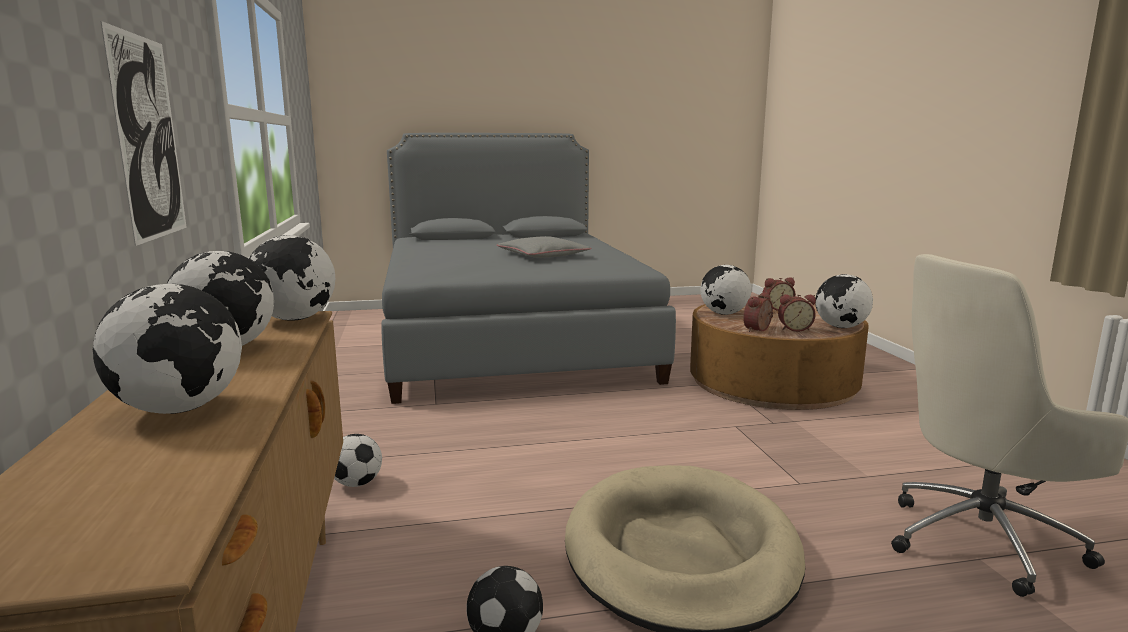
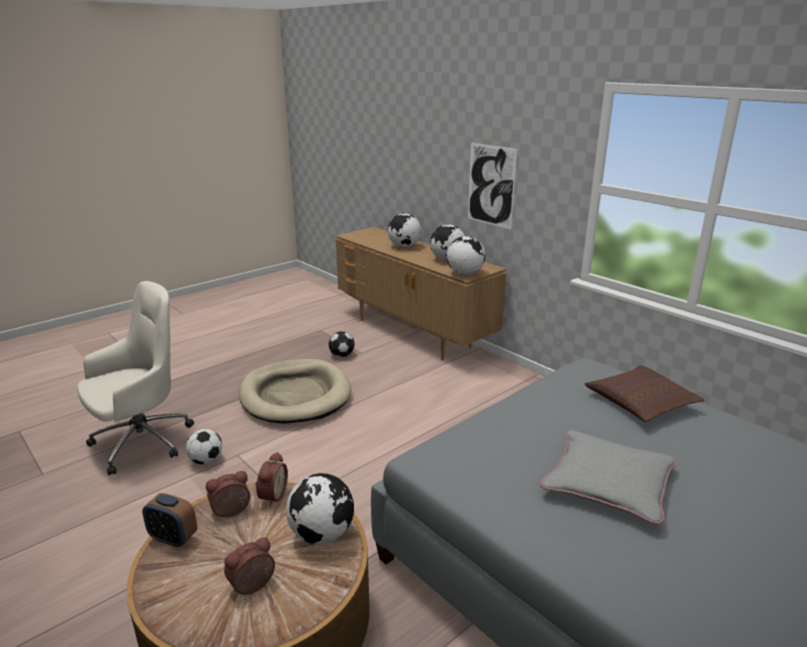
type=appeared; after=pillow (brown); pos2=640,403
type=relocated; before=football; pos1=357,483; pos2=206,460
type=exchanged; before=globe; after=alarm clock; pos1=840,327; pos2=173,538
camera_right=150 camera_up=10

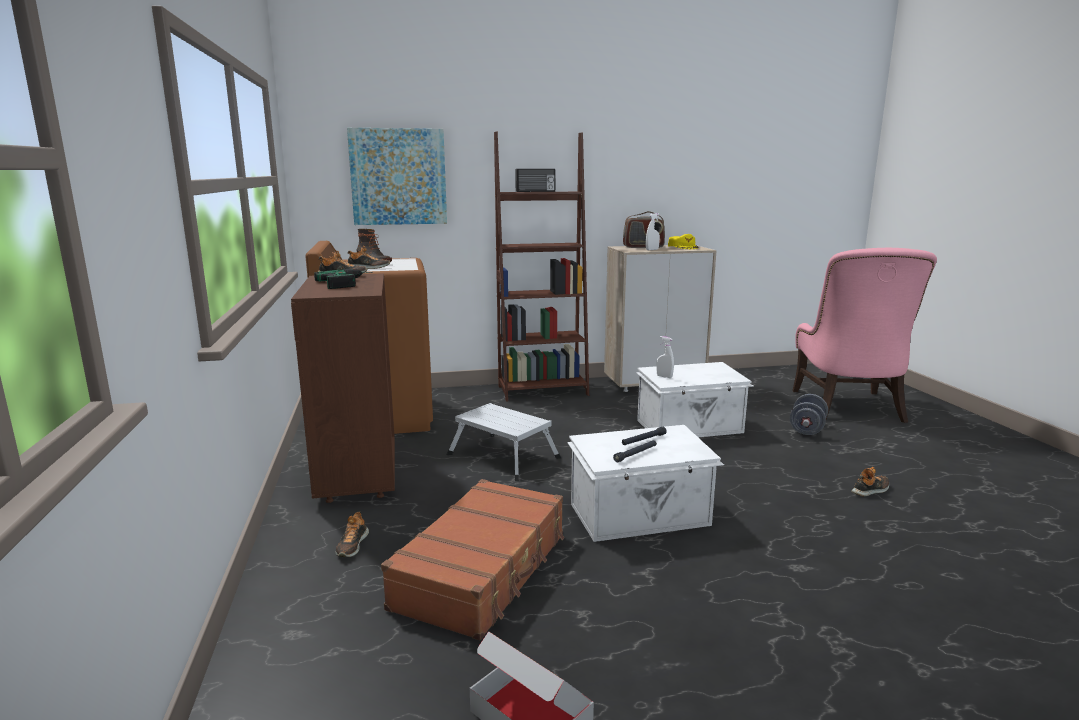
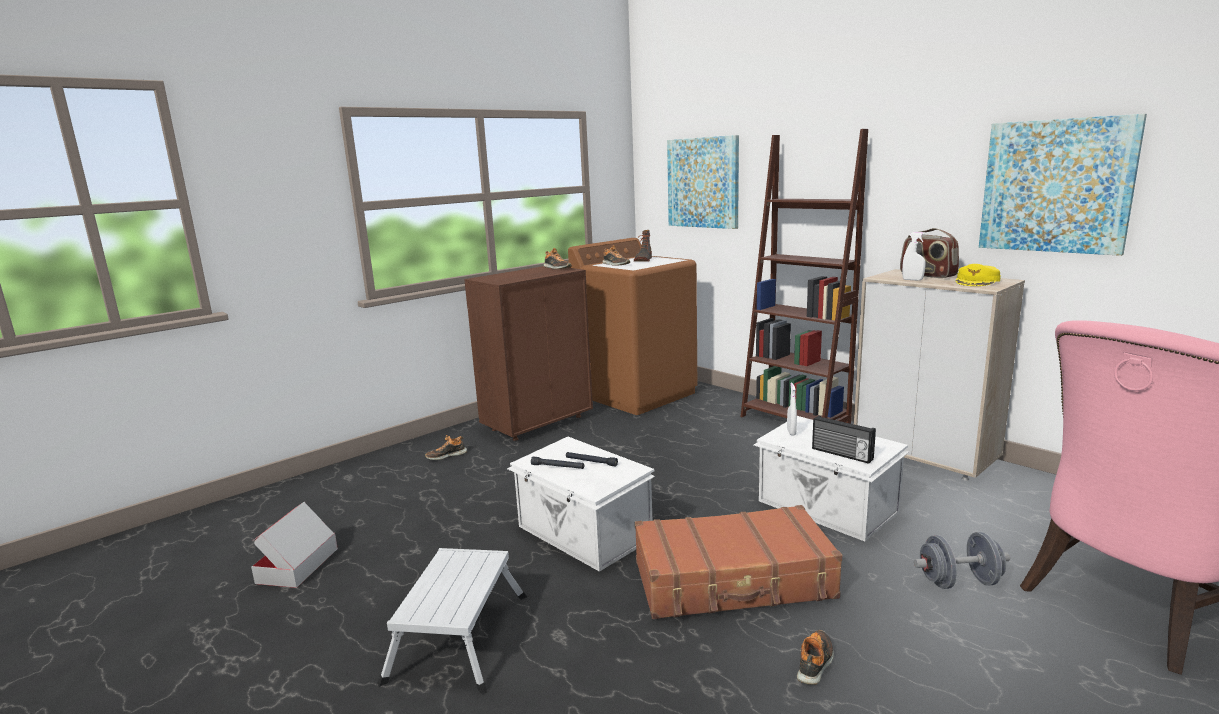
type=missing; before=power drill; pos1=350,282
type=appeared; after=picture; pos2=1056,186
type=relocated; before=suitcase (brown); pos1=483,570; pos2=733,580
type=relocated; before=step ladder (white); pos1=503,456; pos2=459,636
type=relocated; before=radio; pos1=535,191; pos2=841,454
type=spun; before=shoe; pos1=871,490; pos2=815,662; turn=-90
camera_right=60 camera_up=0

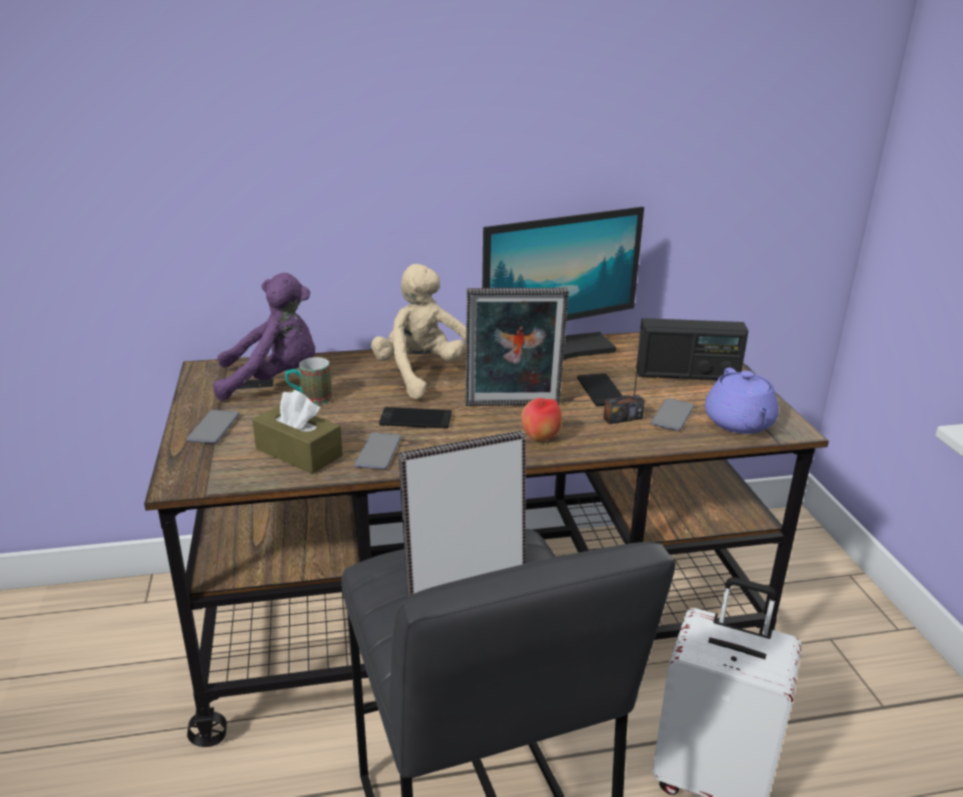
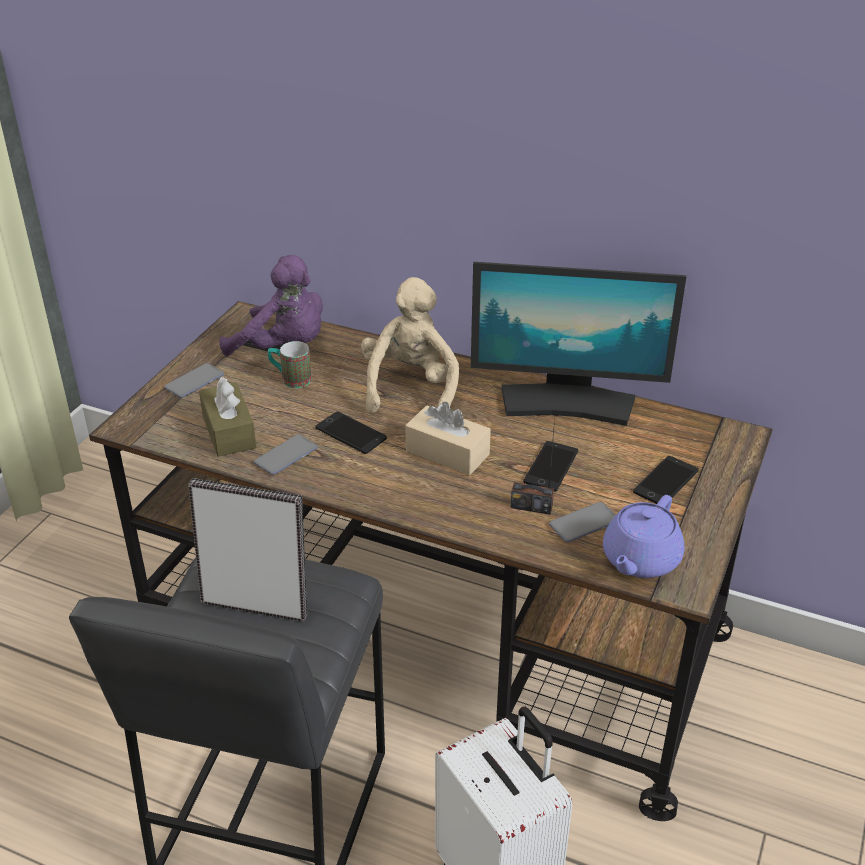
type=missing; before=apple; pos1=540,438
type=exchanged; before=picture frame; after=tissue box (beige); pos1=512,406; pos2=447,452
type=exchanged; before=radio; after=phone; pos1=687,374; pos2=666,481
camera_right=35 camera_up=10

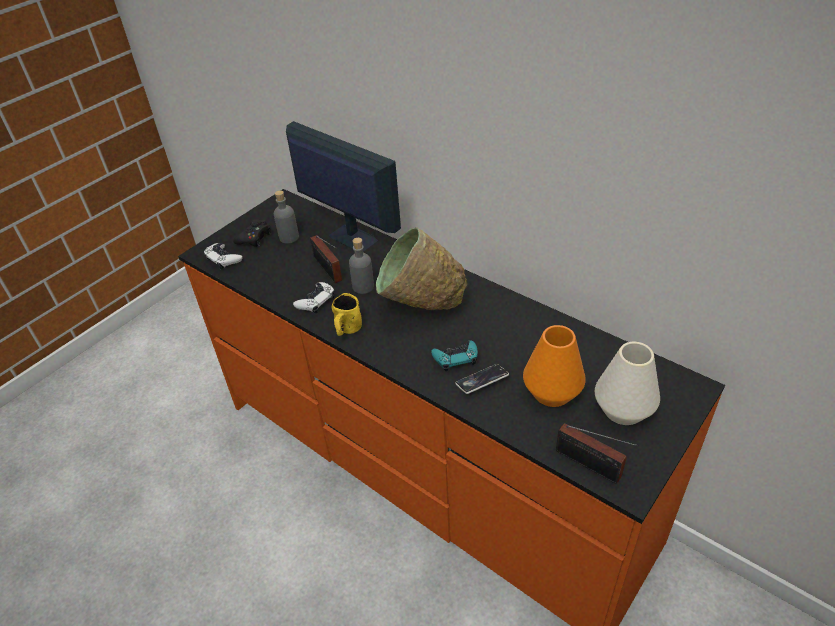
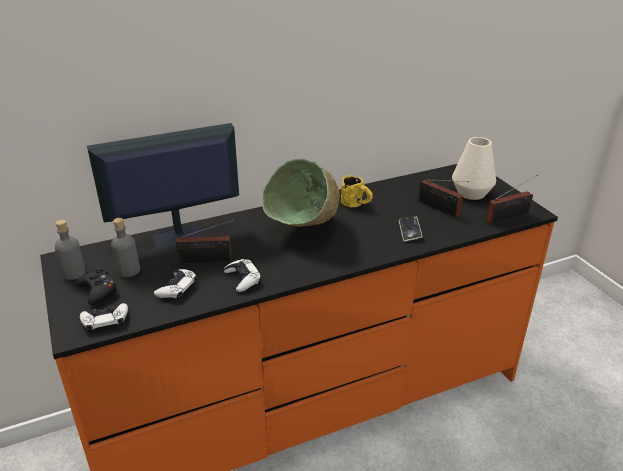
type=missing; before=game controller (turquoise); pos1=456,358
type=appeared; after=game controller (white); pos2=177,288
type=relocated; before=mug (yellow); pos1=347,331; pos2=357,205
type=relocated; before=bottle (grey); pos1=363,286; pos2=74,273
type=exchanged; before=vase (orange); after=radio; pos1=552,392; pos2=440,210
camera_right=-65 camera_up=-10

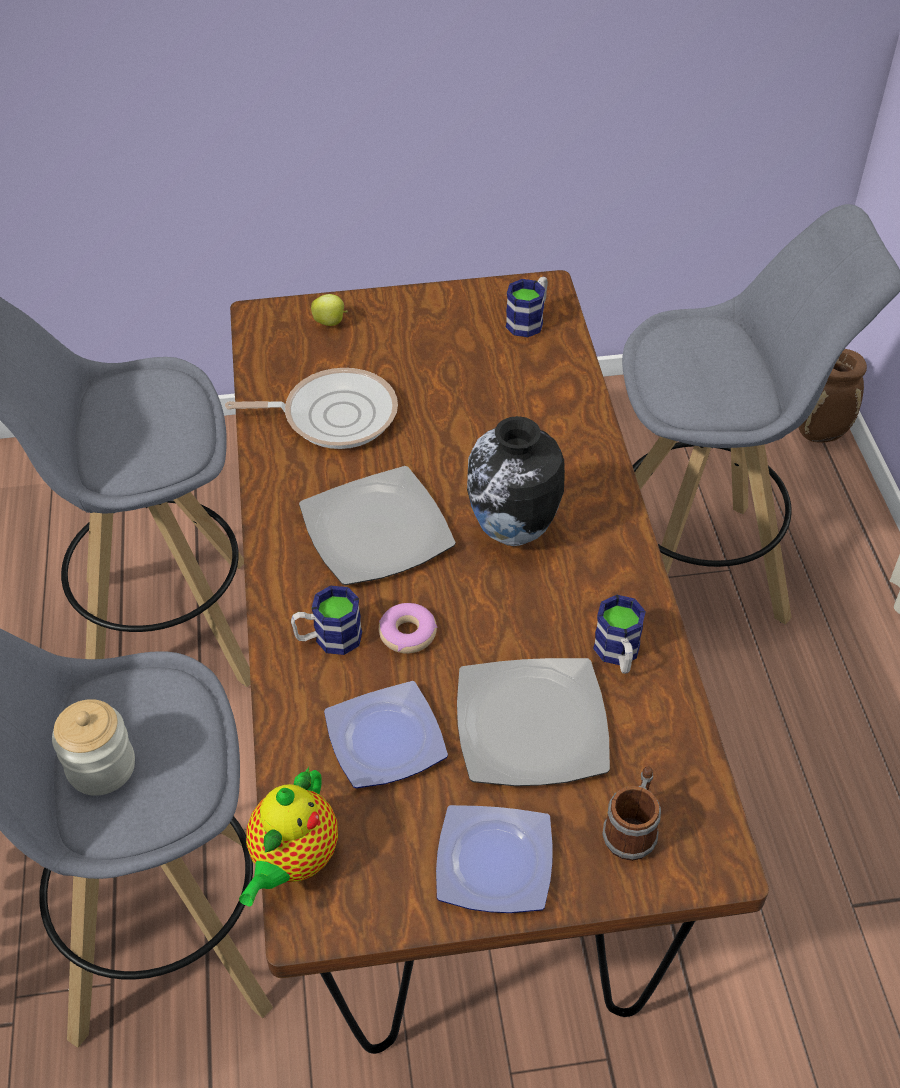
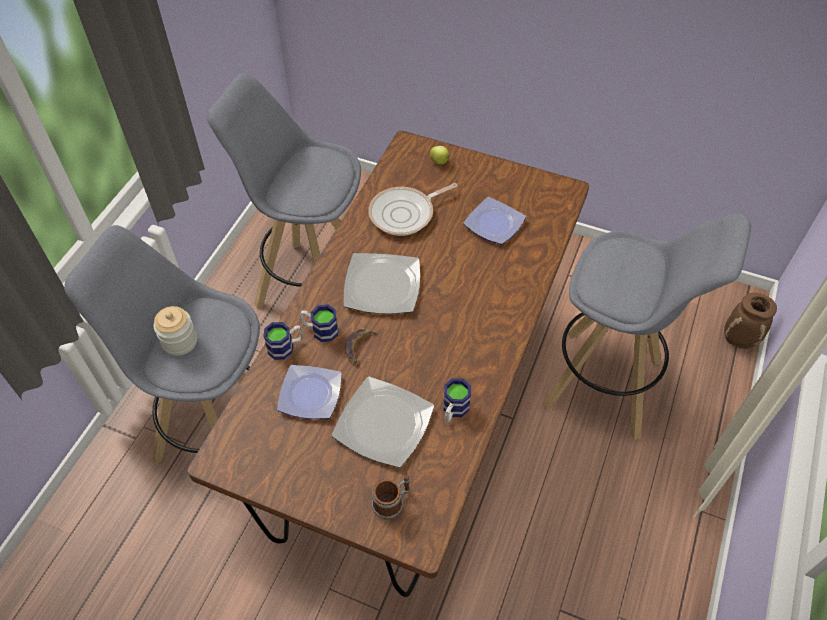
type=missing; before=teapot; pos1=293,861
type=missing; before=vase; pos1=512,533
type=relocated; before=plate; pos1=492,860; pos2=494,223
type=relocated; before=mug; pos1=529,320; pos2=286,347
type=exchanged; before=donut; after=banana; pos1=408,633; pos2=359,346
type=spun; before=frying pan; pos1=333,415; pos2=405,214; turn=120
camera_right=30 camera_up=5

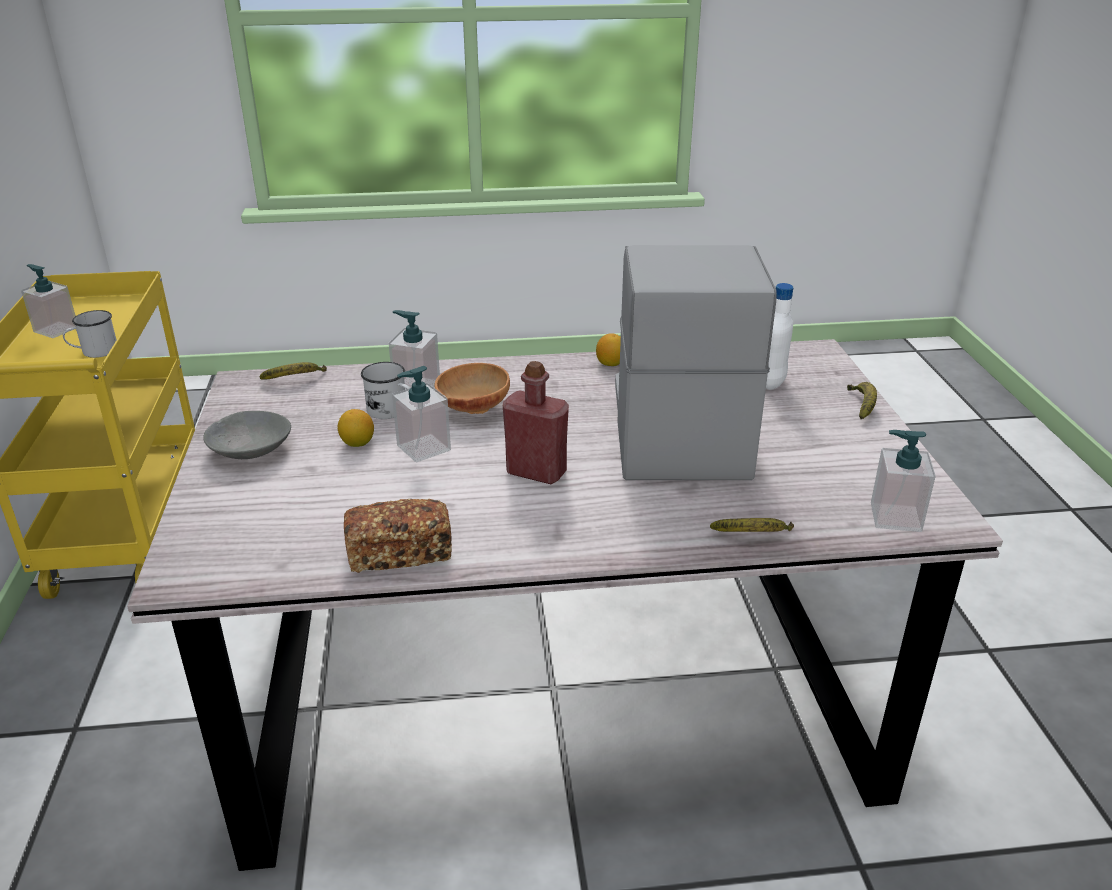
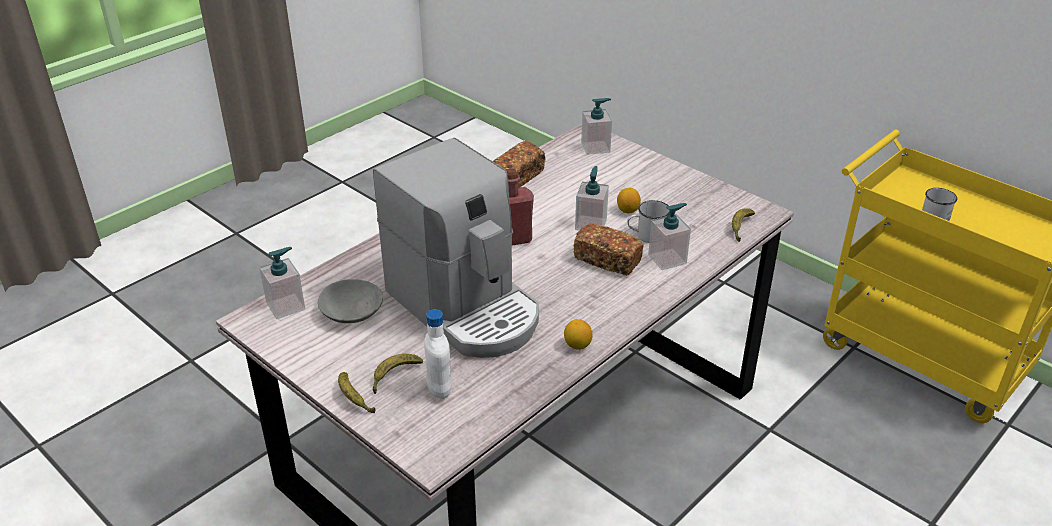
type=relocated; before=soap dispenser; pos1=56,329; pos2=595,147
type=relocated; before=bowl (grey); pos1=250,448; pos2=352,312
type=relocated; before=banana; pos1=753,536; pos2=394,376
type=exchanged; before=bowl (brown); after=bread; pos1=472,408; pos2=607,260
camera_right=140 camera_up=5

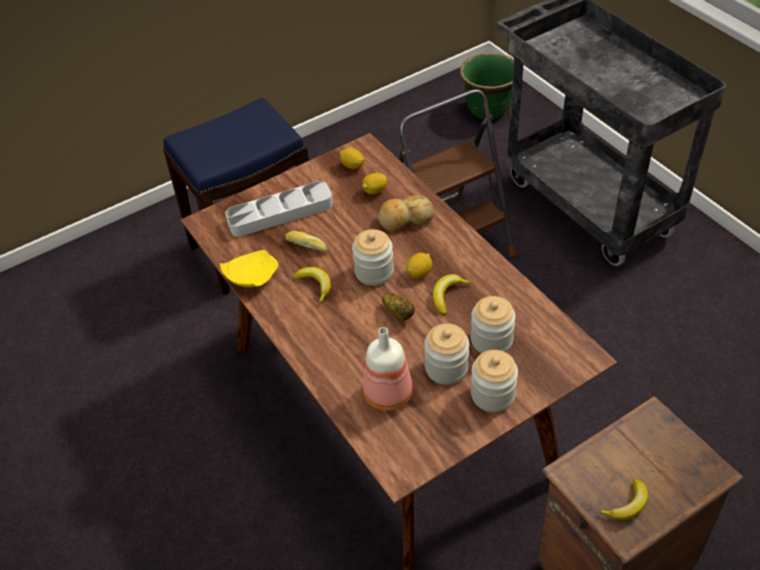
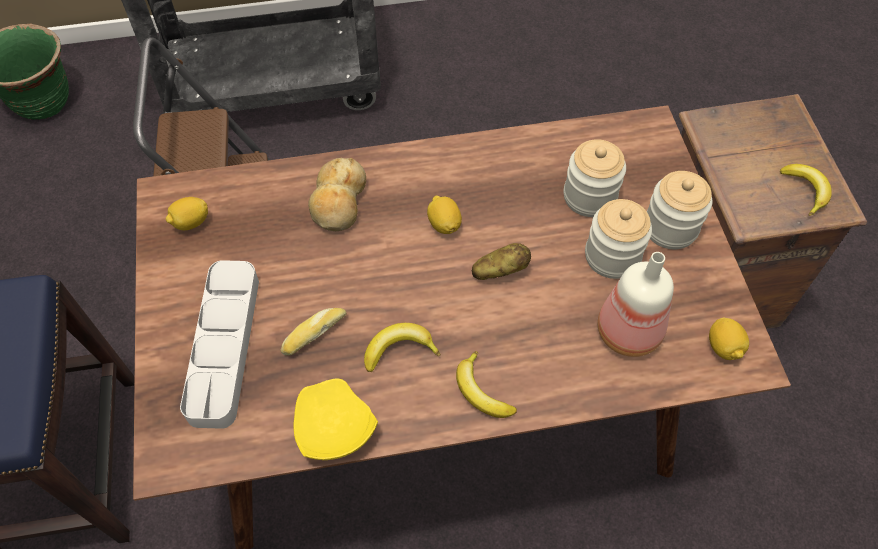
type=missing; before=jar; pos1=374,272
type=relocated; before=lemon; pos1=374,191; pos2=723,347
type=relocated; before=banana; pos1=447,295; pos2=481,391
camera_right=-70 camera_up=10

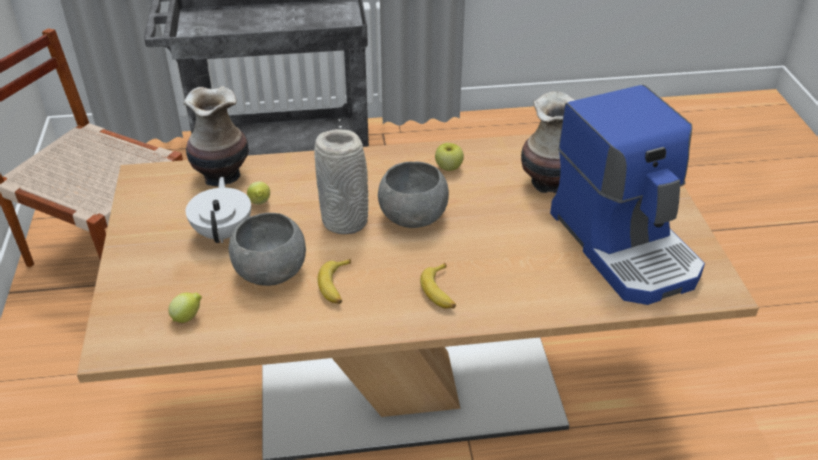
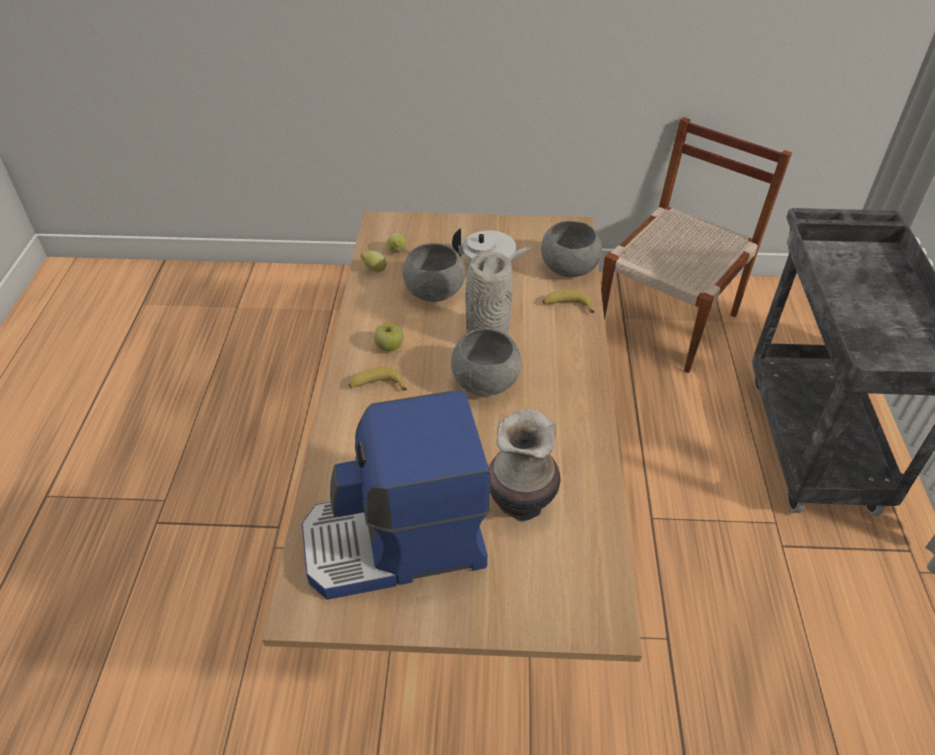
type=relocated; before=lemon; pos1=260,203; pos2=374,270
type=relocated; before=banana; pos1=336,286; pos2=567,306
type=relocated; before=apple; pos1=448,167; pos2=389,347
type=exchanged; before=vase; after=bowl (grey); pos1=221,175; pos2=569,267
camera_right=100 camera_up=5

